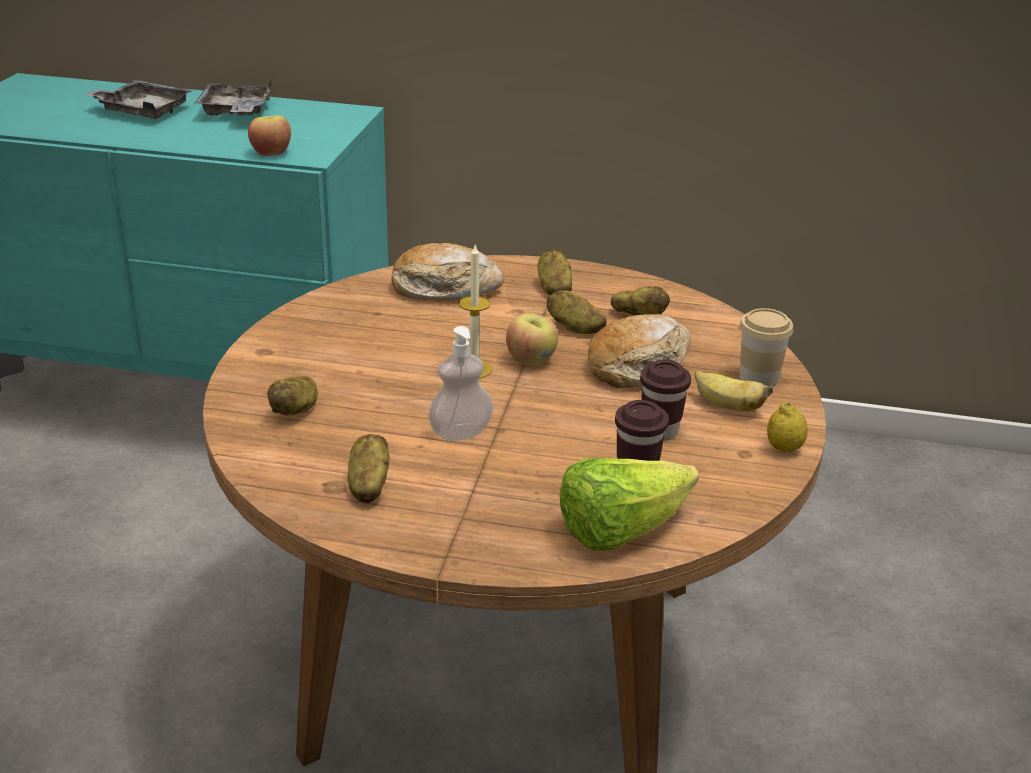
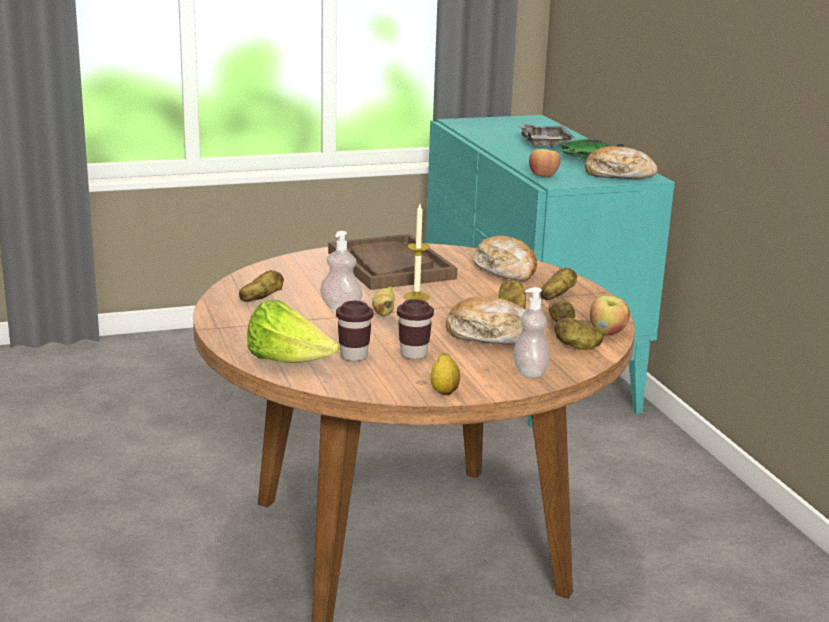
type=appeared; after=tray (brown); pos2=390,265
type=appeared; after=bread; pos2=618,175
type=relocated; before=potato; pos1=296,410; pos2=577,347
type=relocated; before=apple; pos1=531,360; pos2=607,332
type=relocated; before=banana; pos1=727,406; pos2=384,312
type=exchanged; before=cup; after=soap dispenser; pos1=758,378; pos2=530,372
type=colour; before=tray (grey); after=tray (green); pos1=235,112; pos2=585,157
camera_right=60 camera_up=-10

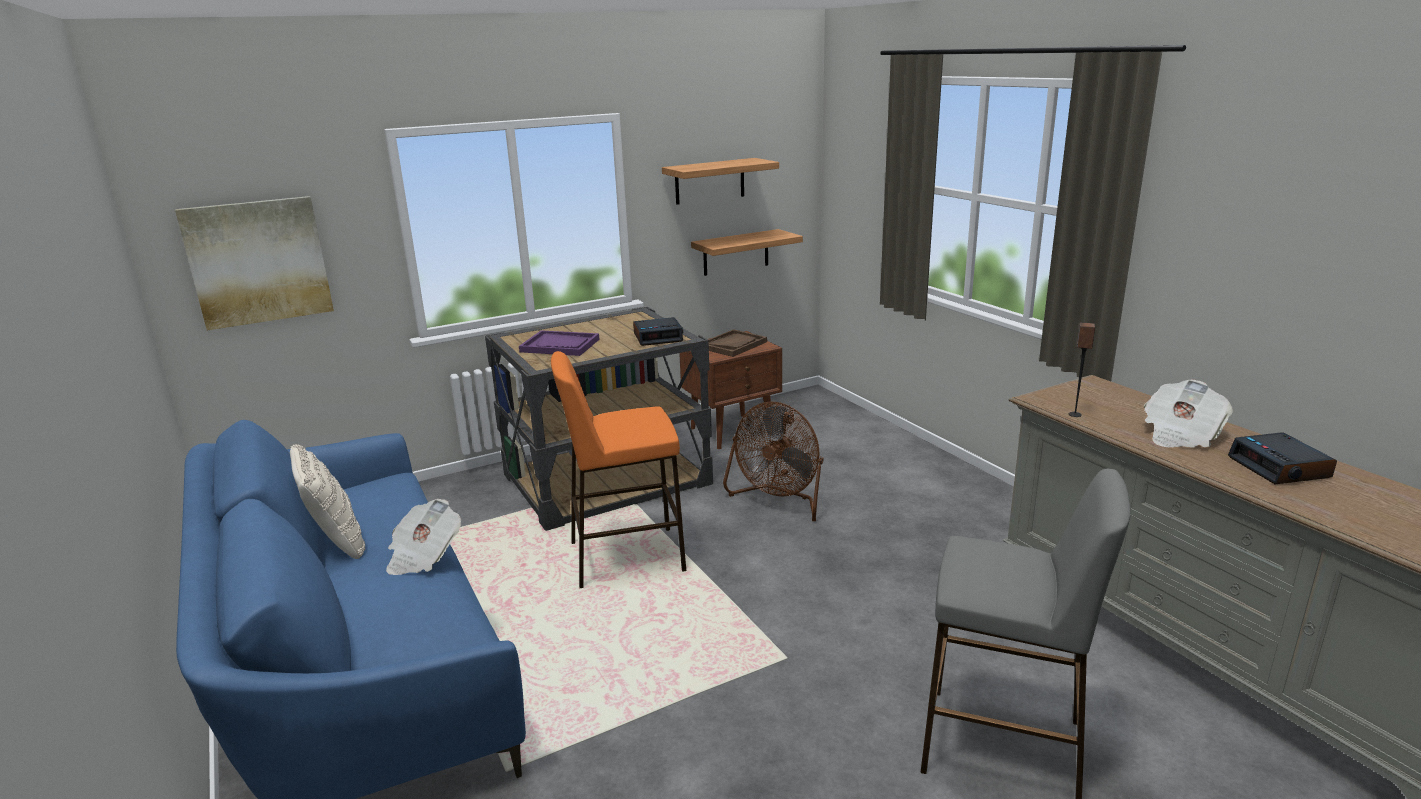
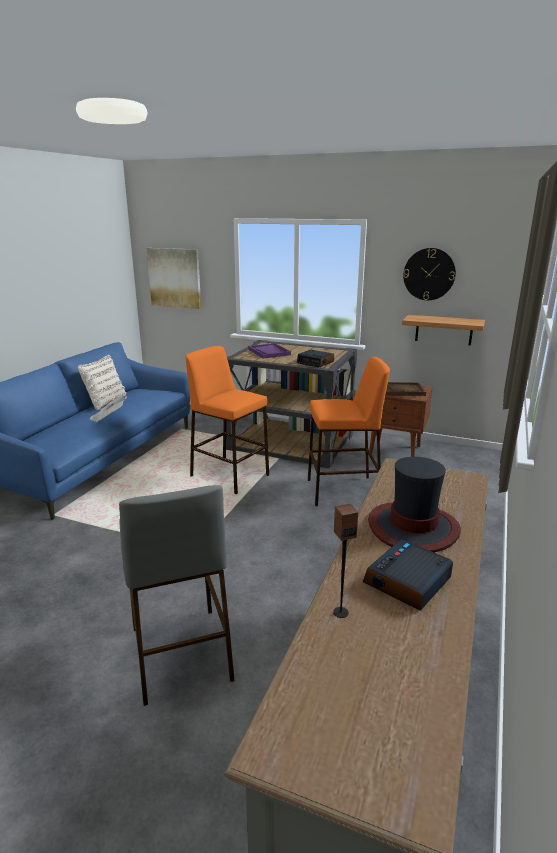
type=relocated; before=speaker; pos1=1074,414; pos2=340,612
type=exchanged; before=shelf; after=wall clock; pos1=709,181; pos2=429,274
type=exchanged; before=fan (brown); after=stool (orange); pos1=778,498; pos2=343,491
type=exchanged; before=newspaper; after=hat; pos1=1180,435; pos2=413,528
camera_right=50 camera_up=0

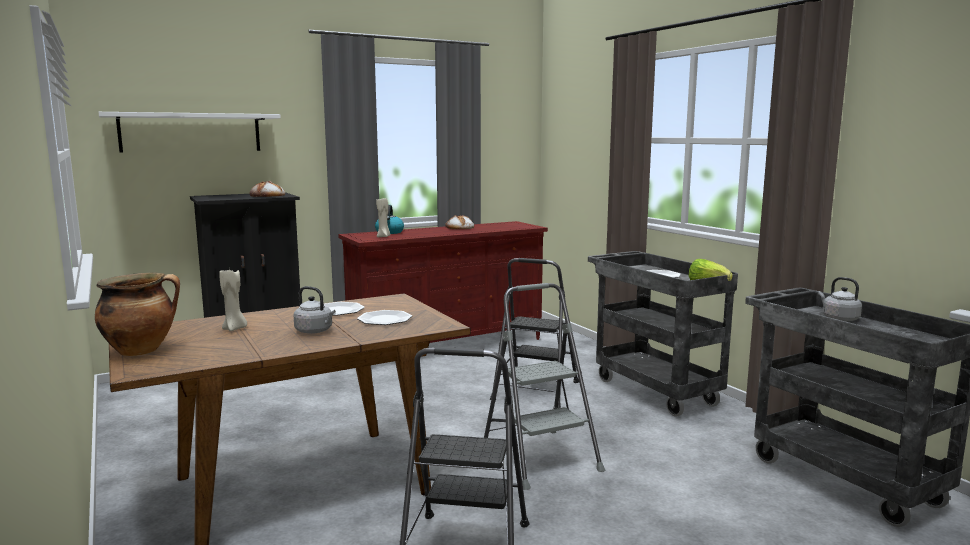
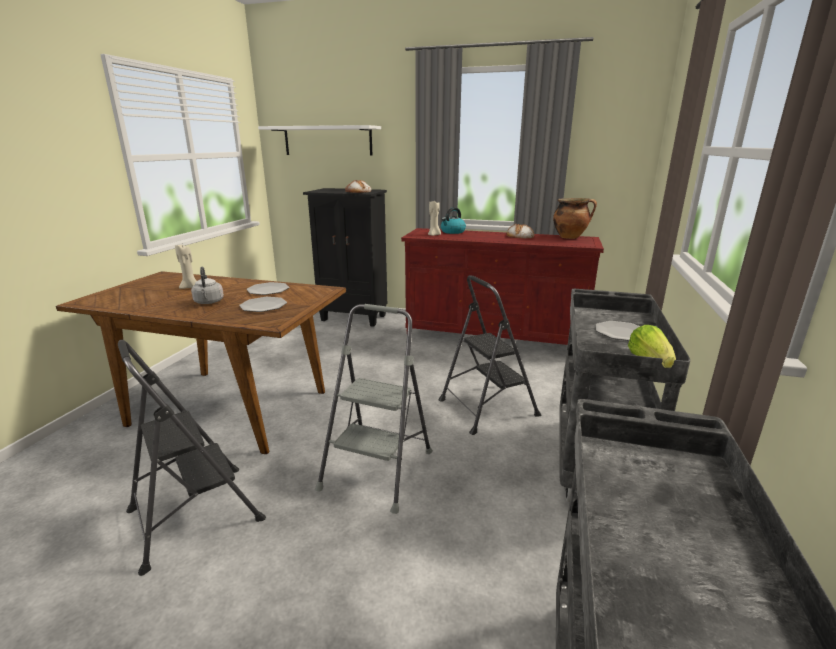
type=missing; before=kettle (grey); pos1=838,318
type=relocated; before=cooking pot; pos1=141,350; pos2=570,237
camera_right=45 camera_up=10

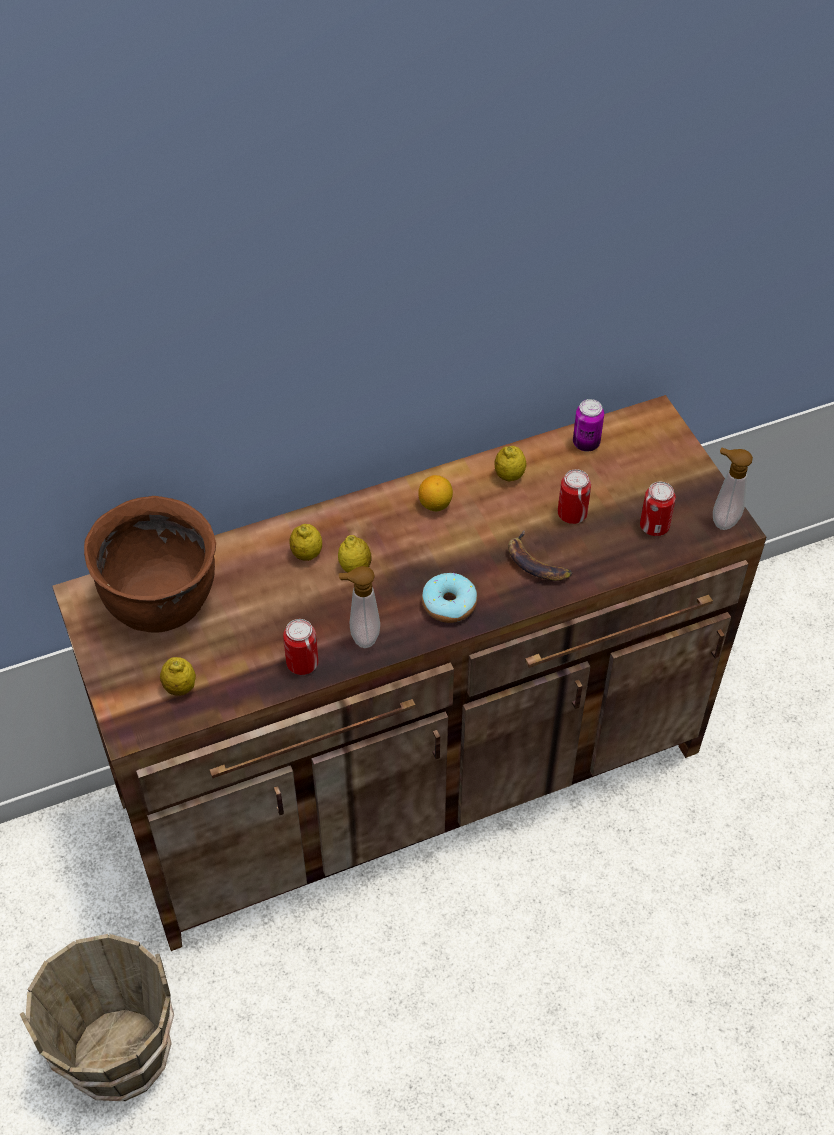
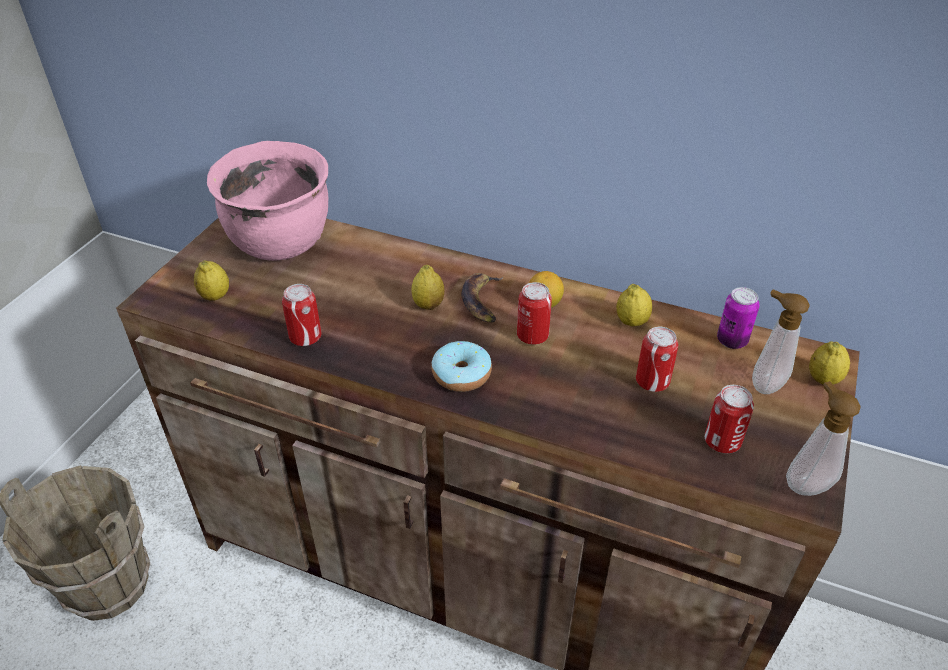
type=appeared; after=can; pos2=532,336
type=relocated; before=lemon; pos1=307,554; pos2=823,379
type=relocated; before=soap dispenser; pos1=361,636; pos2=764,383
type=relocated; before=banana; pos1=537,563; pos2=483,301
type=colour; before=cooking pot (brown); after=cooking pot (pink); pos1=162,602; pos2=282,243
camera_right=45 camera_up=-10

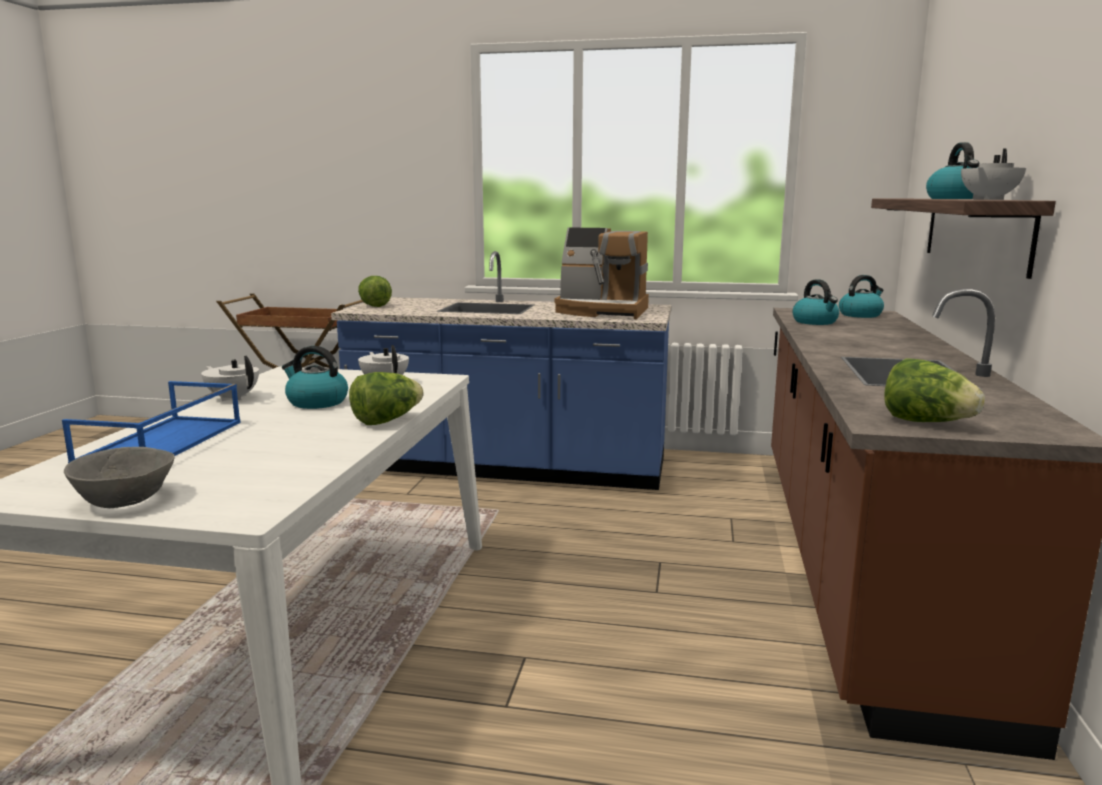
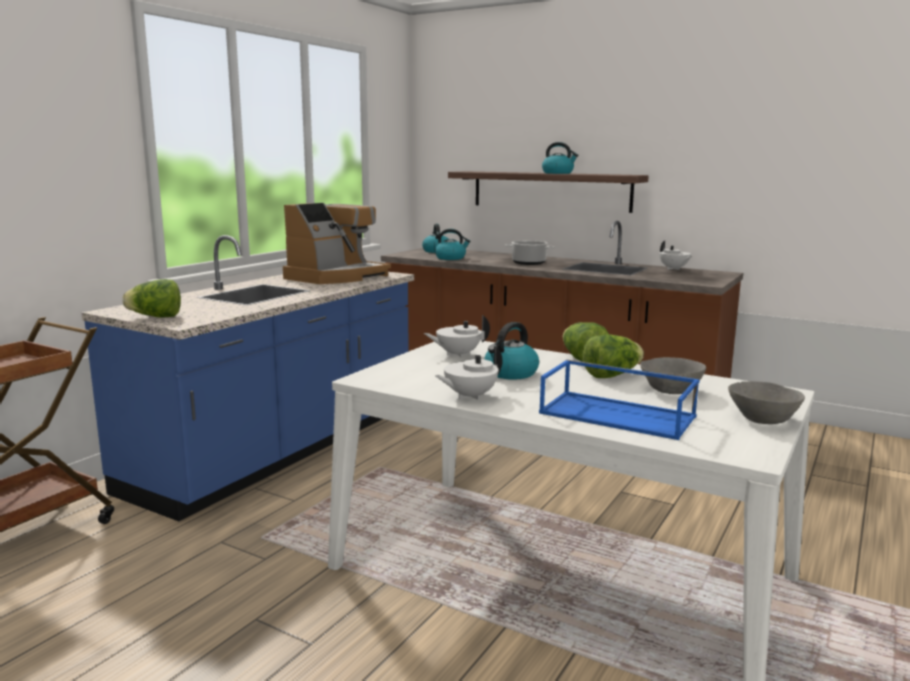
type=appeared; after=cooking pot; pos2=529,263
type=appeared; after=bowl (grey); pos2=670,390
type=relocated; before=lettuce; pos1=926,422; pos2=611,375
type=relocated; before=teapot (white); pos1=987,199; pos2=673,269
camera_right=-70 camera_up=0

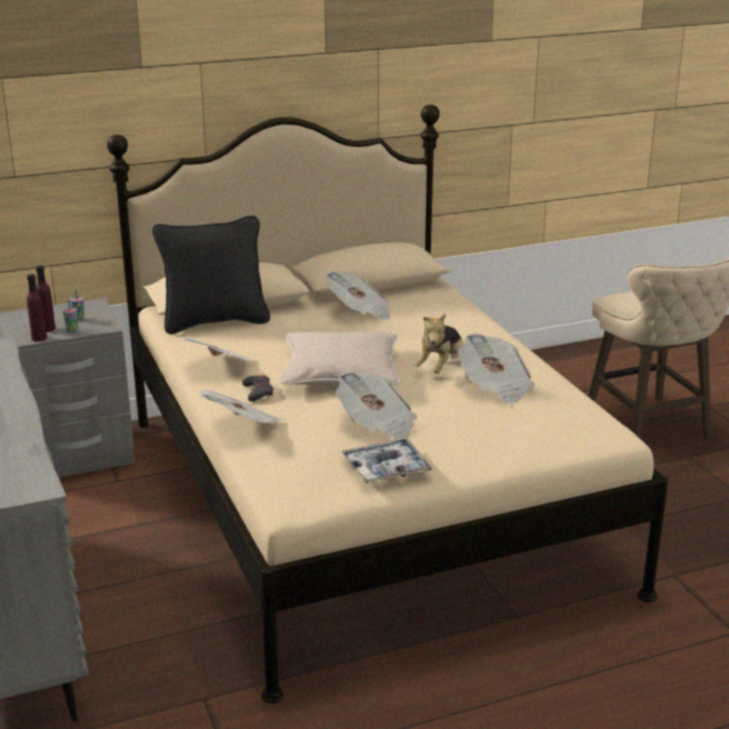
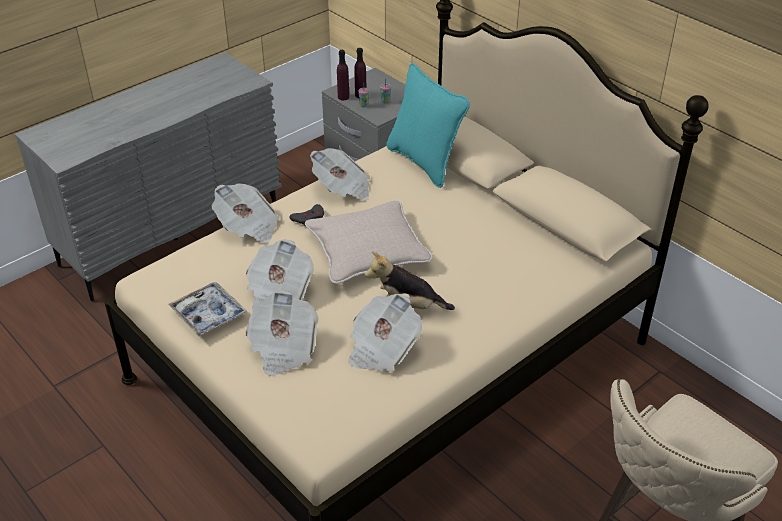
type=relocated; before=newspaper; pos1=360,312; pos2=283,348
type=colour; before=pillow (black); after=pillow (turquoise); pos1=215,322; pos2=424,162
camera_right=70 camera_up=15

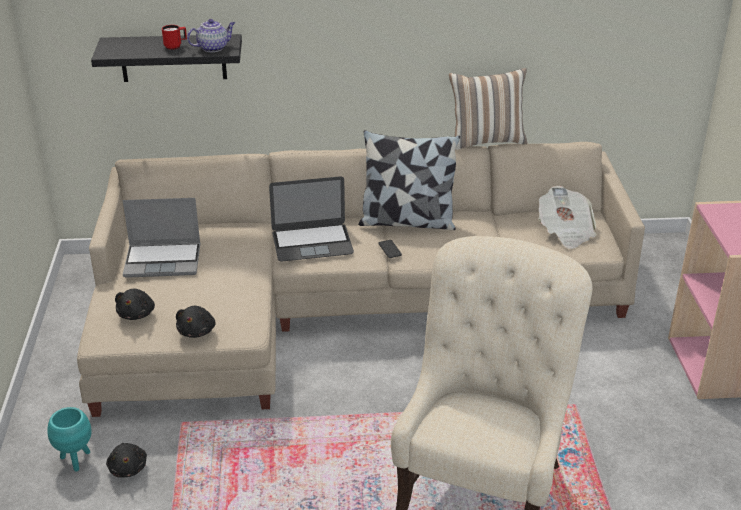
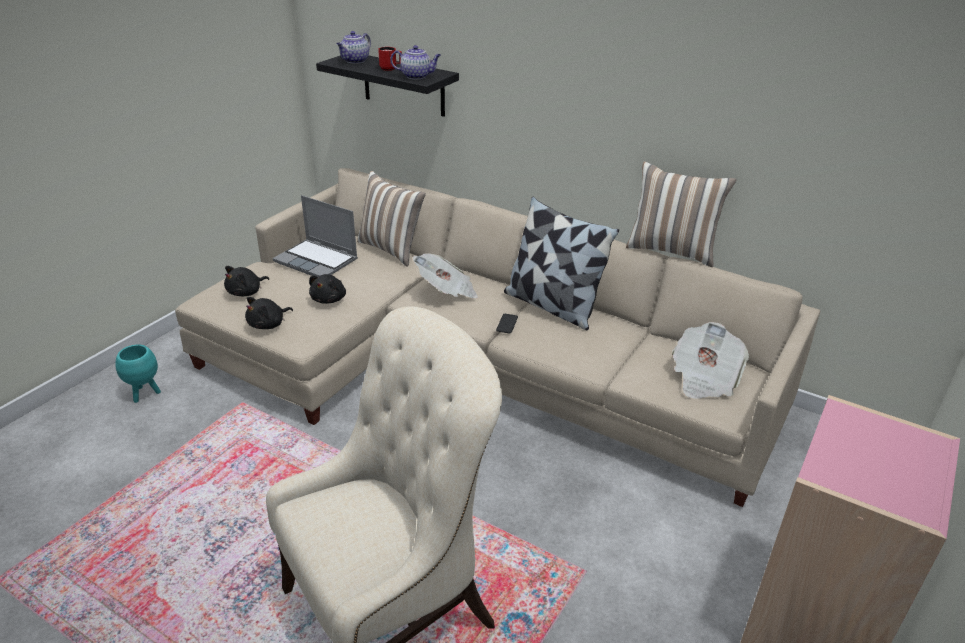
type=appeared; after=teapot; pos2=355,61
type=appeared; after=pillow; pos2=392,249
type=relocated; before=plush toy (black); pos1=128,468; pos2=329,299
type=exchanged; before=laptop; after=newspaper; pos1=312,242; pos2=447,291
camera_right=35 camera_up=0

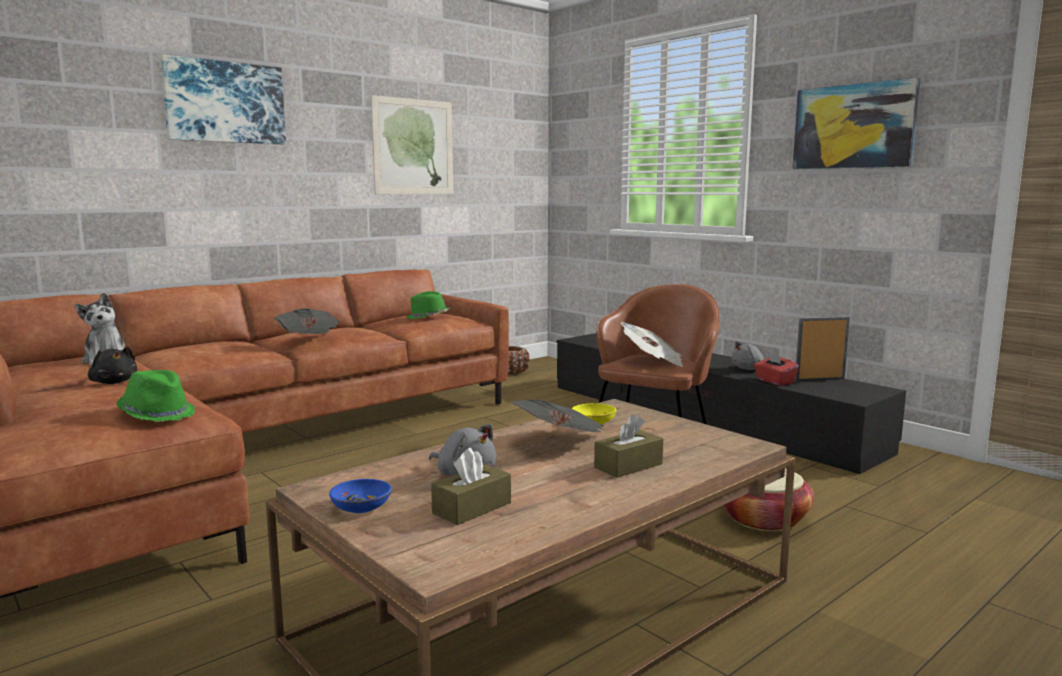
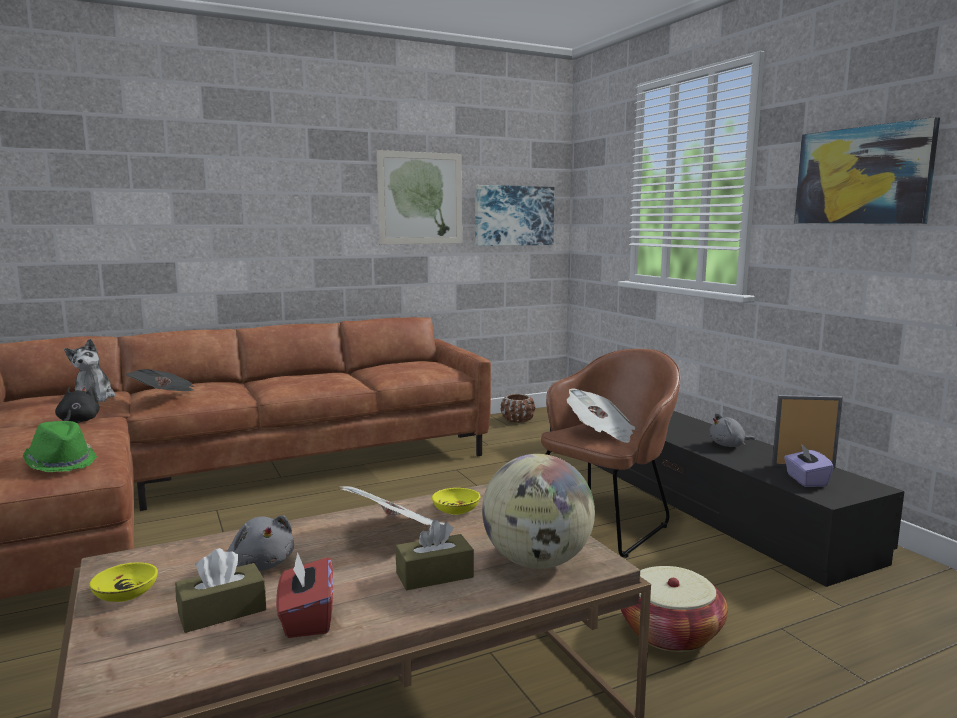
type=missing; before=hat (green); pos1=428,317
type=appeared; after=globe; pos2=537,562
type=appeared; after=tissue box (purple); pos2=806,480
type=relocated; before=picture; pos1=225,102; pos2=513,215
type=relocated; before=newspaper; pos1=309,339; pos2=165,398
type=relocated; before=tissue box (red); pos1=774,381; pos2=307,618
type=colour; before=bowl (blue); after=bowl (yellow); pos1=360,507; pos2=125,594
type=spun; before=plush toy (black); pos1=114,382; pos2=77,422; turn=-150
camera_right=15 camera_up=0

